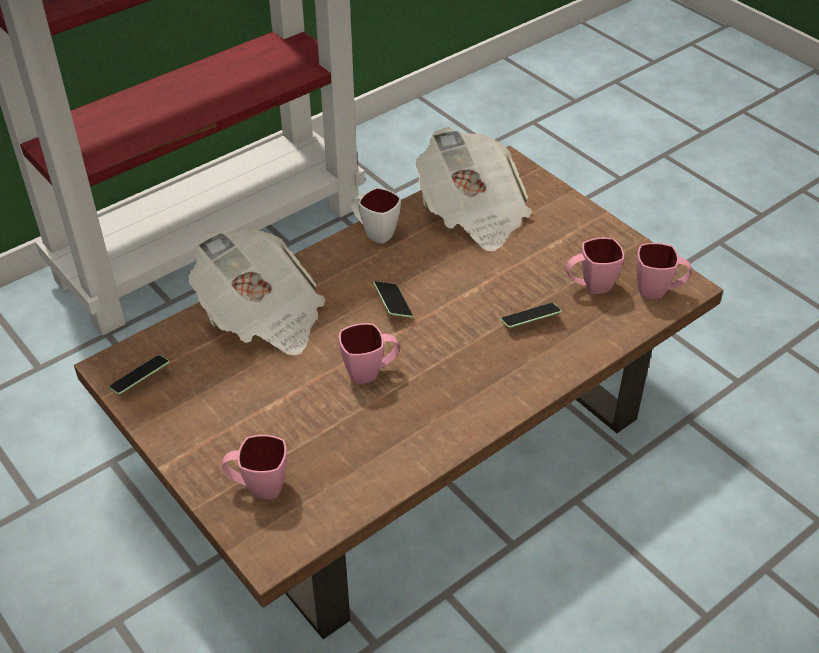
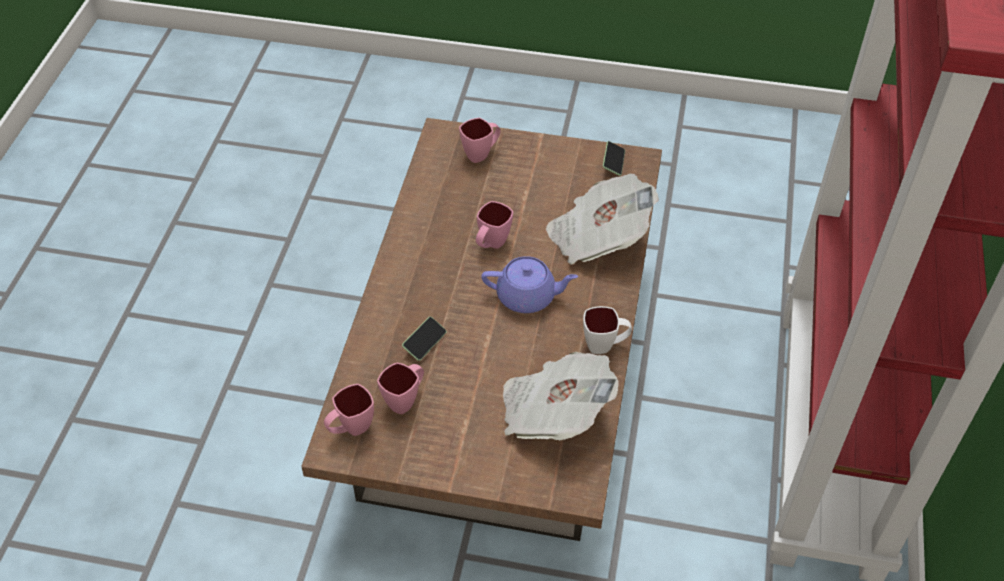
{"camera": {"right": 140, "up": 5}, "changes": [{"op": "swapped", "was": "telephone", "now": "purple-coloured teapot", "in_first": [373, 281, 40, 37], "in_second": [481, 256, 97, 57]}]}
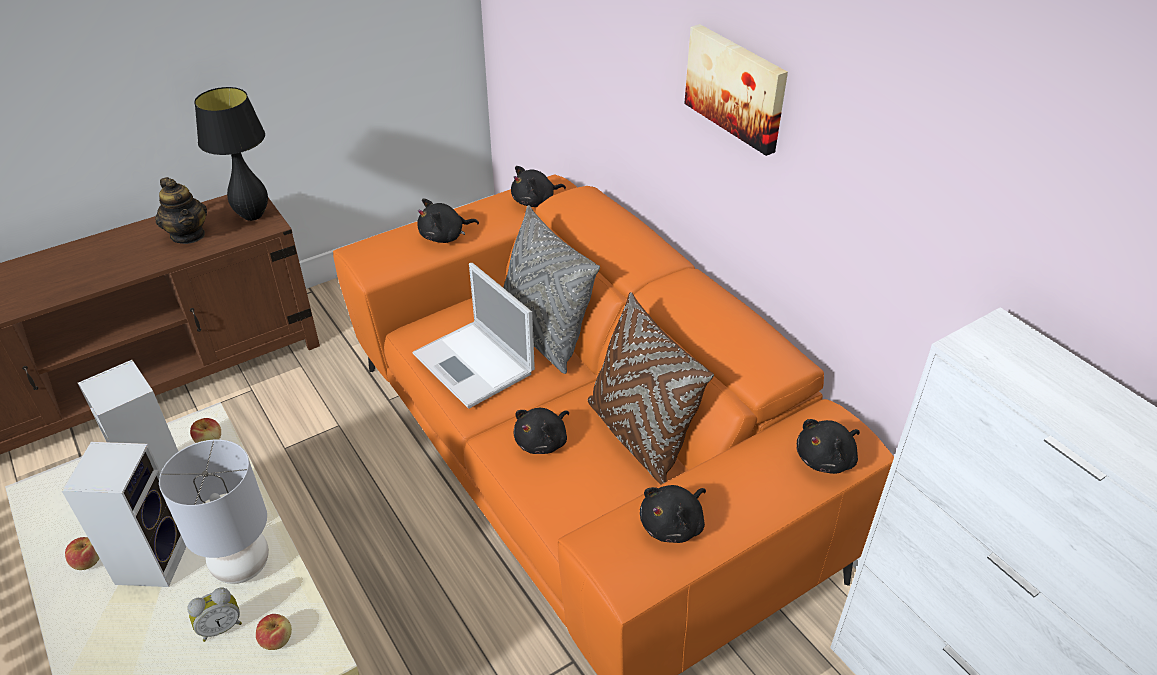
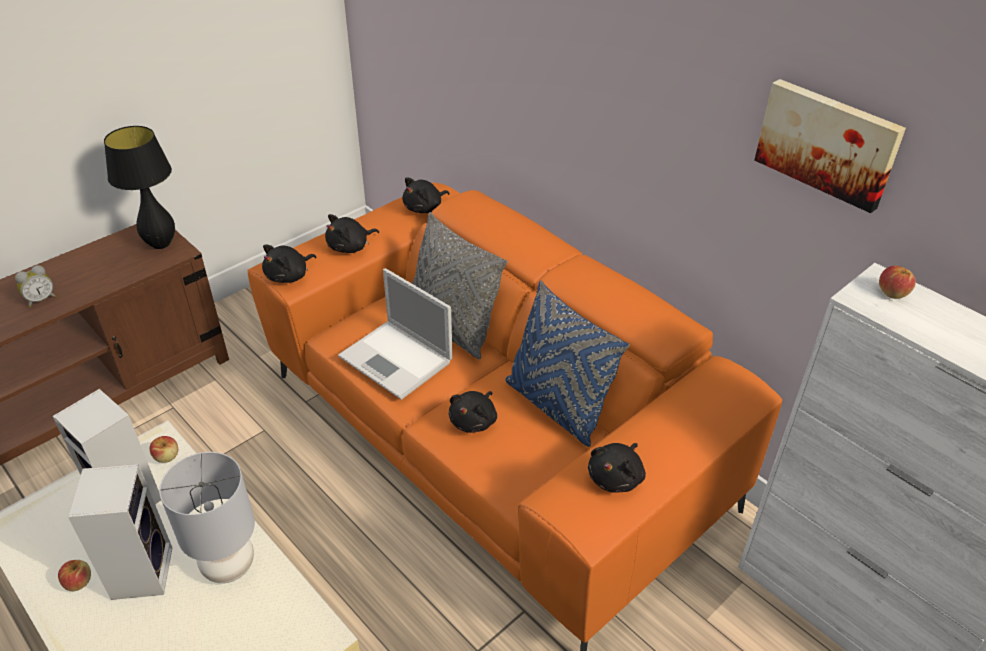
{"camera": {"right": -10, "up": 0}, "changes": [{"op": "shifted", "was": "table clock", "in_first": [187, 587, 55, 55], "in_second": [15, 265, 41, 42]}, {"op": "shifted", "was": "black cuddly toy", "in_first": [796, 419, 64, 55], "in_second": [262, 245, 54, 38]}, {"op": "repainted", "was": "brownish cushion", "now": "blue cushion", "in_first": [588, 292, 126, 192], "in_second": [505, 281, 125, 166]}, {"op": "shifted", "was": "picture", "in_first": [684, 24, 104, 132], "in_second": [754, 79, 152, 134]}, {"op": "shifted", "was": "whole apple", "in_first": [256, 614, 36, 36], "in_second": [879, 266, 37, 33]}, {"op": "gone", "was": "teapot", "in_first": [155, 177, 52, 67]}]}
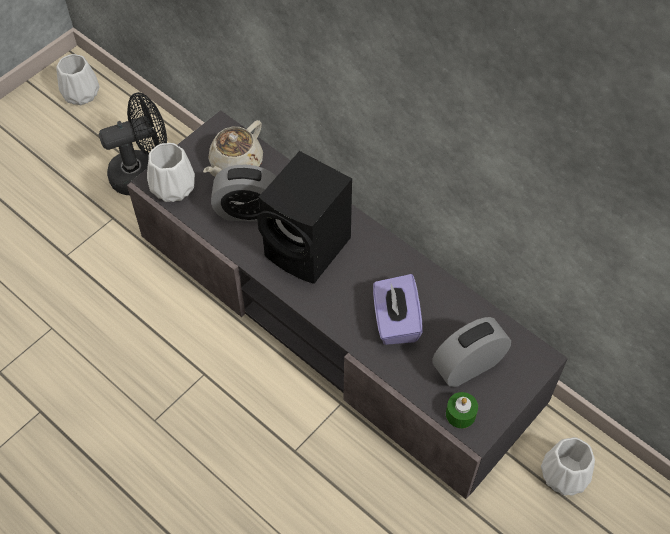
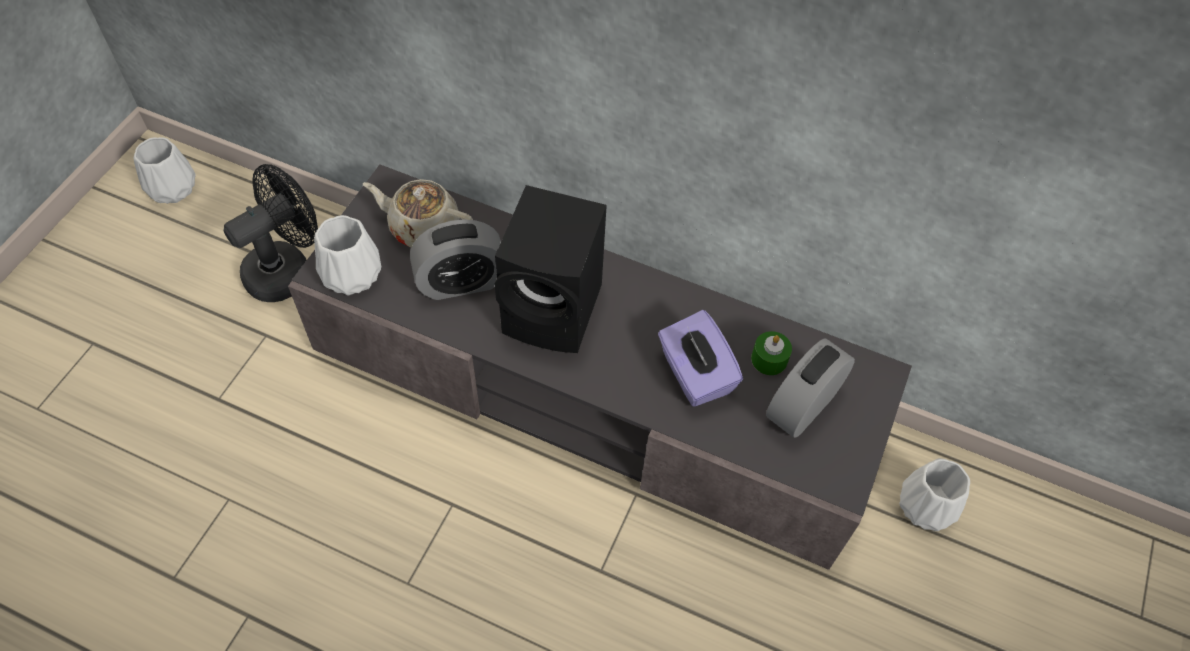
{"camera": {"right": -20, "up": 0}, "changes": [{"op": "rotated", "was": "beige-coloured teapot", "in_first": [203, 120, 60, 57], "in_second": [363, 179, 110, 68], "clockwise": 90}, {"op": "shifted", "was": "green wax light", "in_first": [446, 392, 32, 36], "in_second": [751, 331, 41, 44]}]}
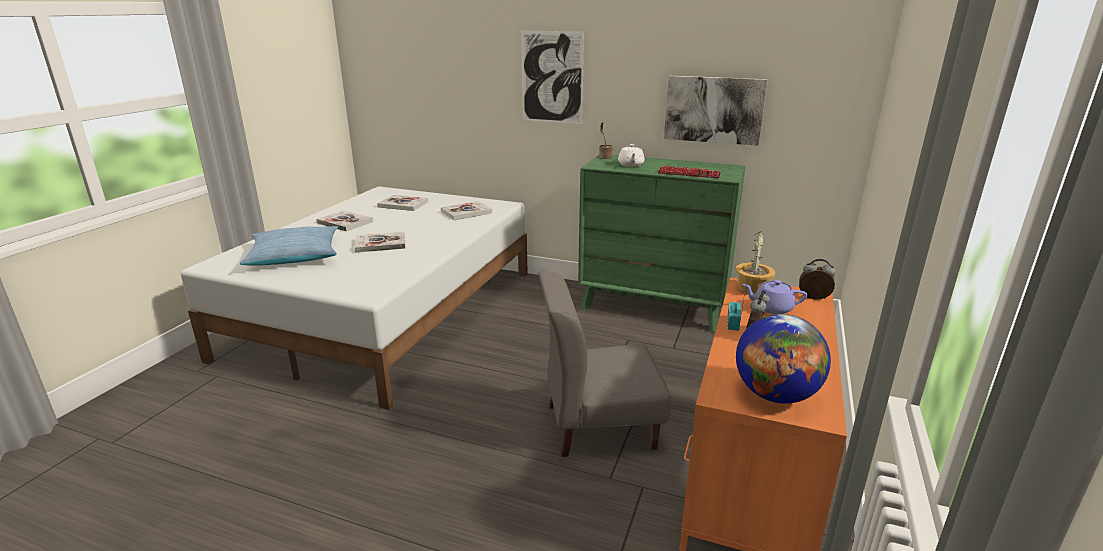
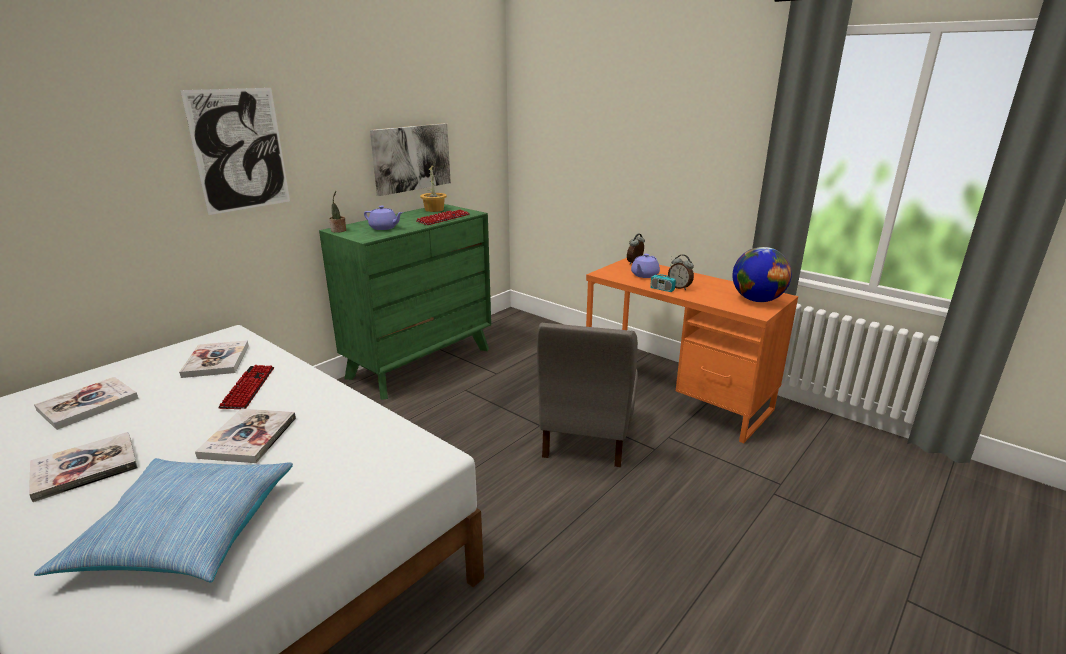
{"camera": {"right": -70, "up": 0}, "changes": [{"op": "new", "now": "computer keyboard", "in_second": [218, 365, 56, 44]}, {"op": "repainted", "was": "white-coloured teapot", "now": "purple-coloured teapot", "in_first": [618, 144, 26, 23], "in_second": [364, 206, 39, 24]}, {"op": "shifted", "was": "plant in a pot", "in_first": [736, 231, 39, 63], "in_second": [420, 165, 27, 47]}]}
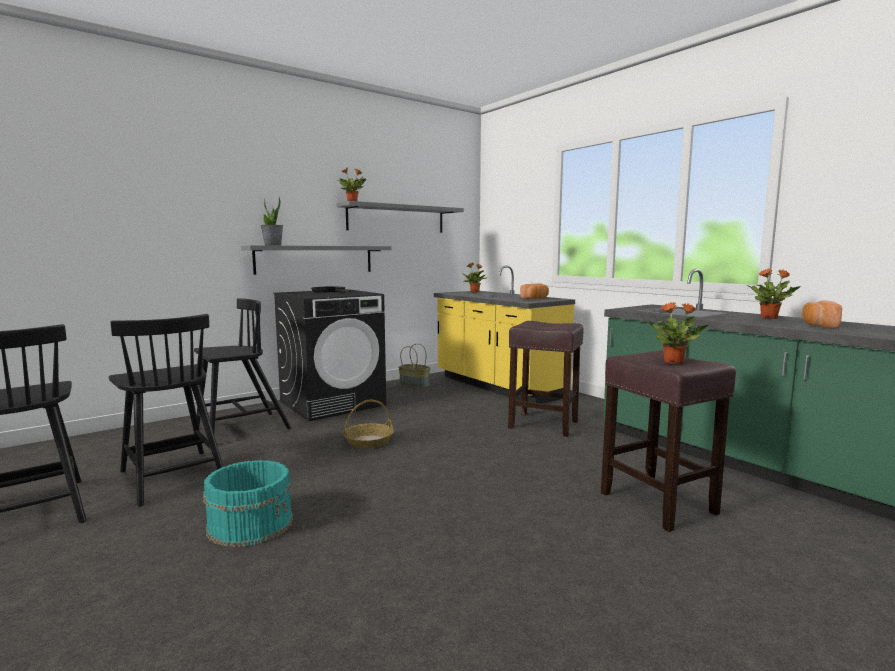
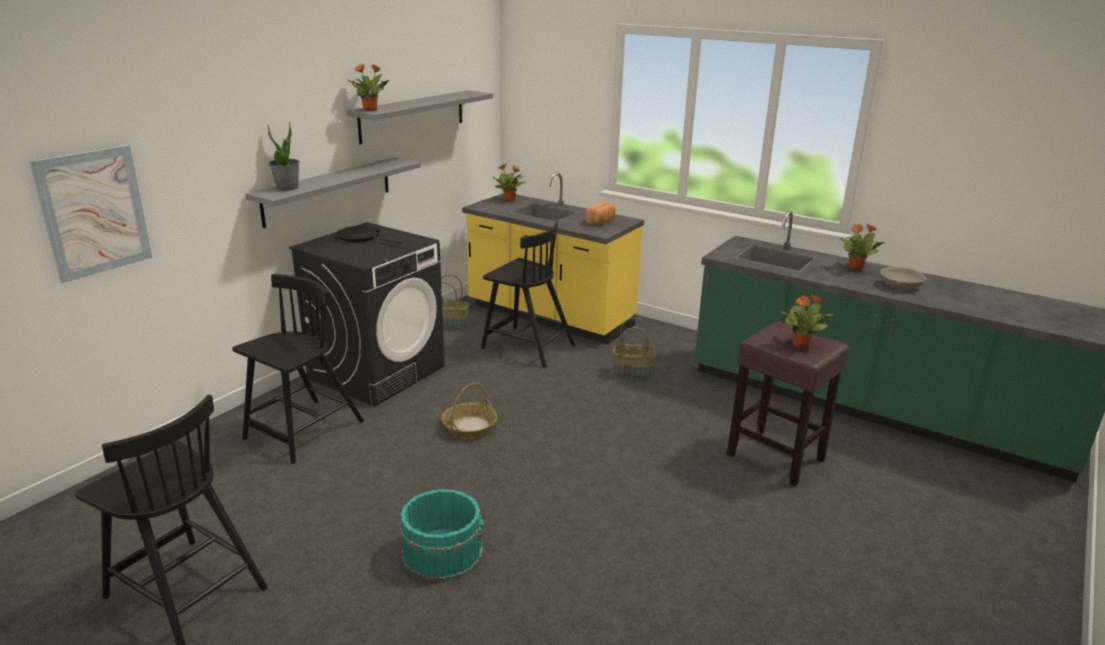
{"camera": {"right": -20, "up": 15}, "changes": [{"op": "new", "now": "picture", "in_second": [29, 145, 123, 138]}, {"op": "shifted", "was": "black plain chair", "in_first": [109, 314, 114, 193], "in_second": [481, 221, 94, 147]}, {"op": "swapped", "was": "brownish stool seat", "now": "household basket", "in_first": [508, 321, 76, 116], "in_second": [612, 318, 45, 61]}, {"op": "swapped", "was": "bakery bread", "now": "grey deep dish", "in_first": [802, 301, 40, 28], "in_second": [880, 267, 46, 22]}]}
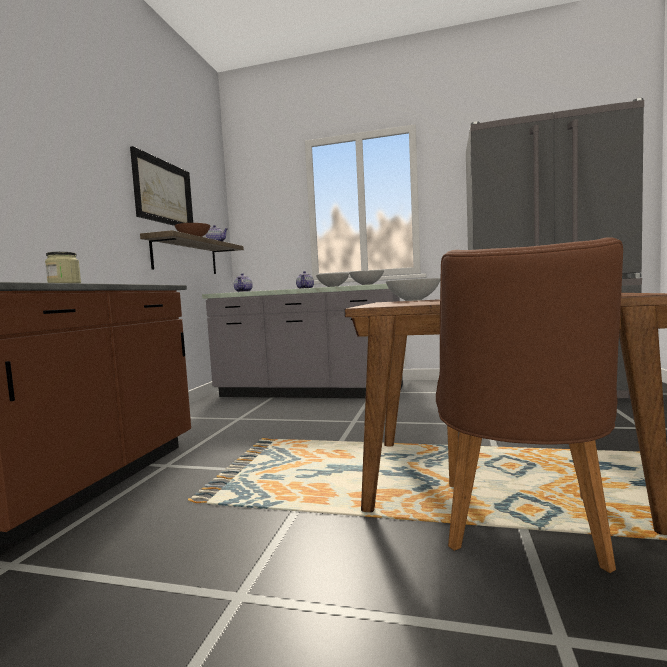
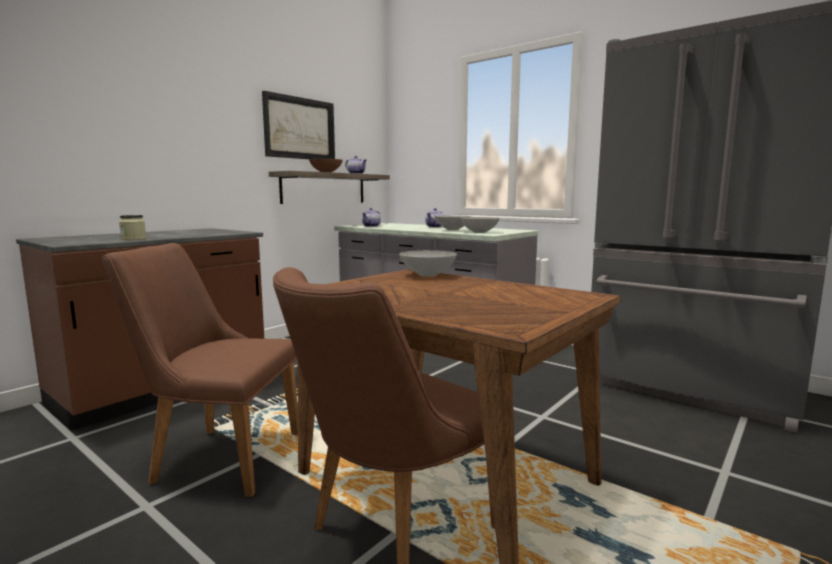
{"camera": {"right": 25, "up": 5}, "changes": [{"op": "new", "now": "brownish plain chair", "in_second": [102, 243, 196, 254]}]}
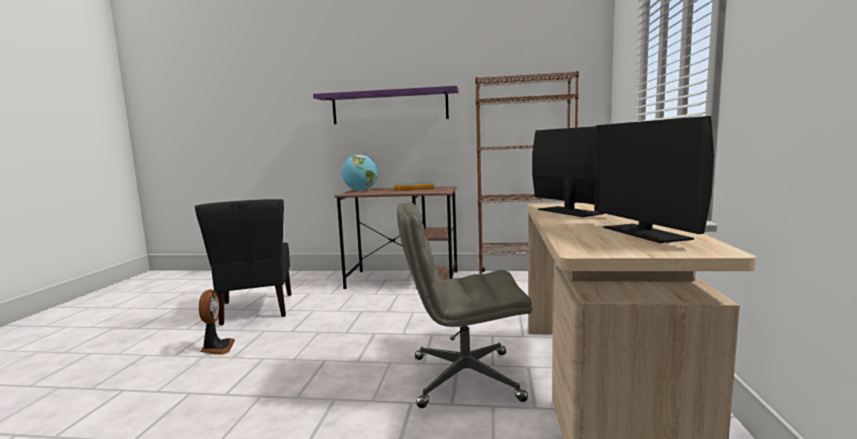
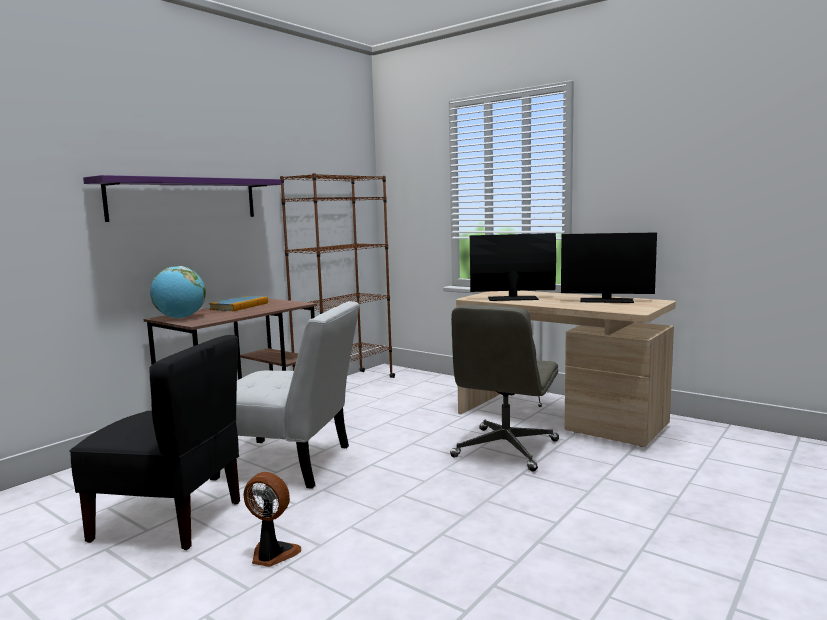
{"camera": {"right": -60, "up": 0}, "changes": [{"op": "new", "now": "white-coloured plain chair", "in_second": [210, 301, 150, 188]}]}
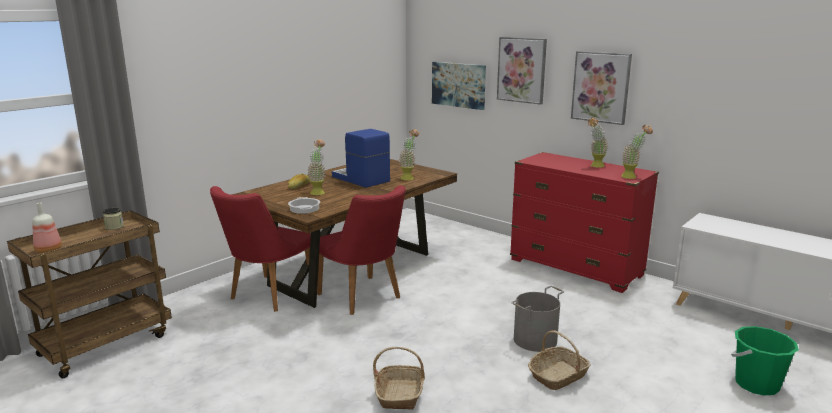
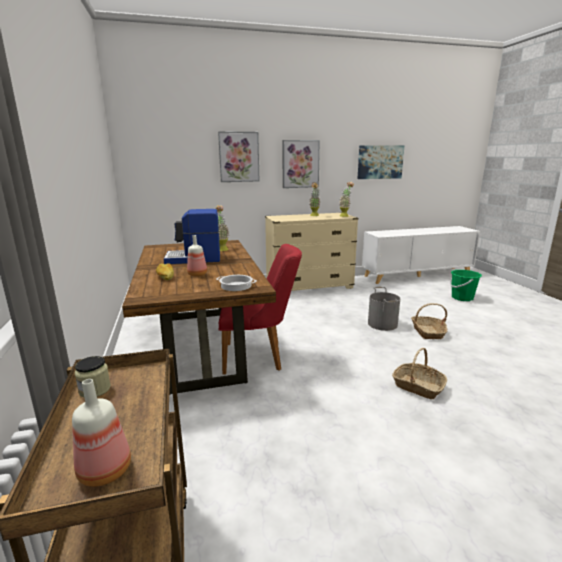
{"camera": {"right": -55, "up": 0}, "changes": [{"op": "swapped", "was": "plant in a pot", "now": "drink bottle", "in_first": [307, 139, 19, 56], "in_second": [187, 235, 20, 42]}, {"op": "repainted", "was": "red-coloured chest of drawers", "now": "beige-coloured chest of drawers", "in_first": [510, 152, 149, 141], "in_second": [265, 212, 93, 79]}, {"op": "shifted", "was": "picture", "in_first": [432, 62, 54, 48], "in_second": [358, 145, 47, 34]}, {"op": "gone", "was": "red-coloured plain chair", "in_first": [210, 186, 101, 126]}]}
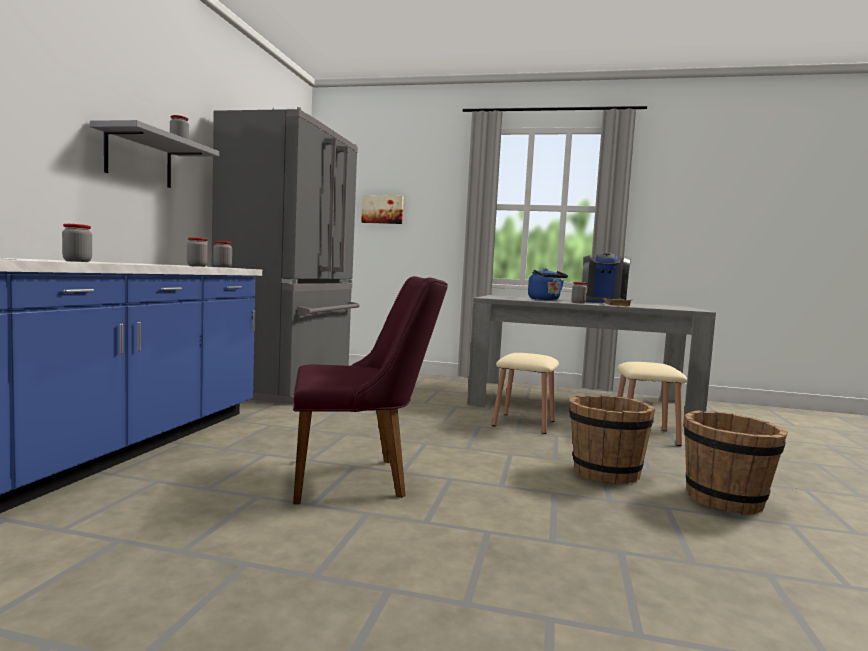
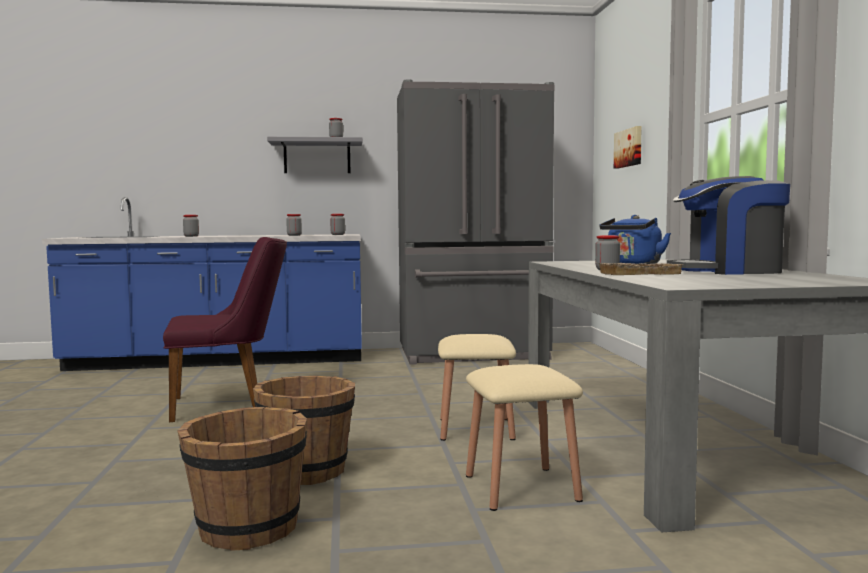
{"camera": {"right": 70, "up": 0}, "changes": [{"op": "rotated", "was": "purple-coloured plain chair", "in_first": [293, 276, 155, 228], "in_second": [163, 237, 124, 185], "clockwise": -75}]}
